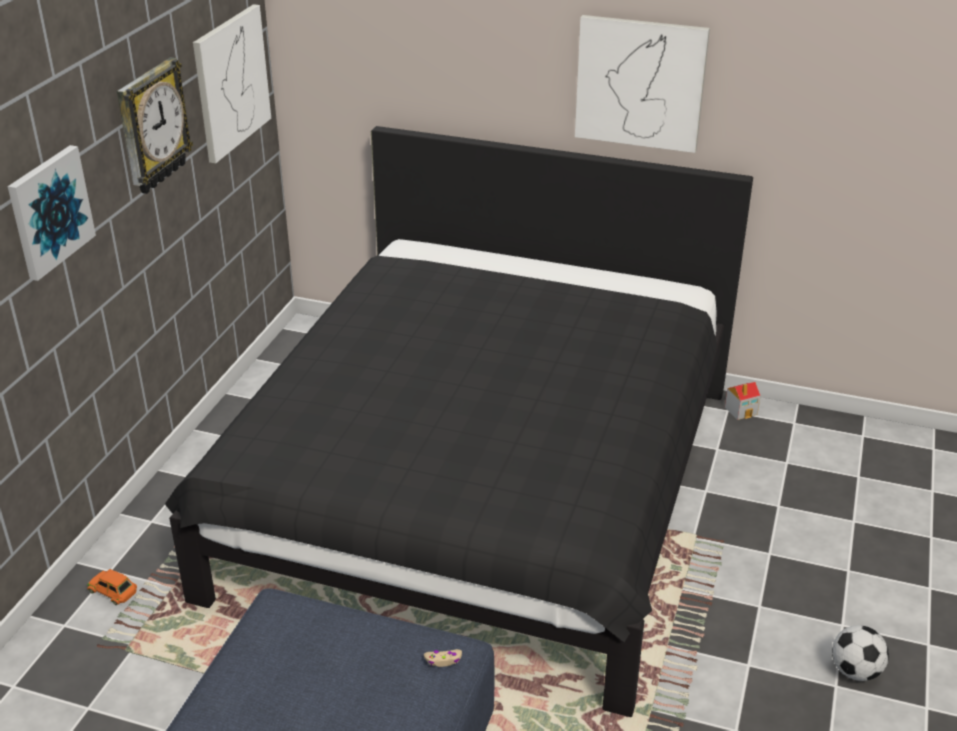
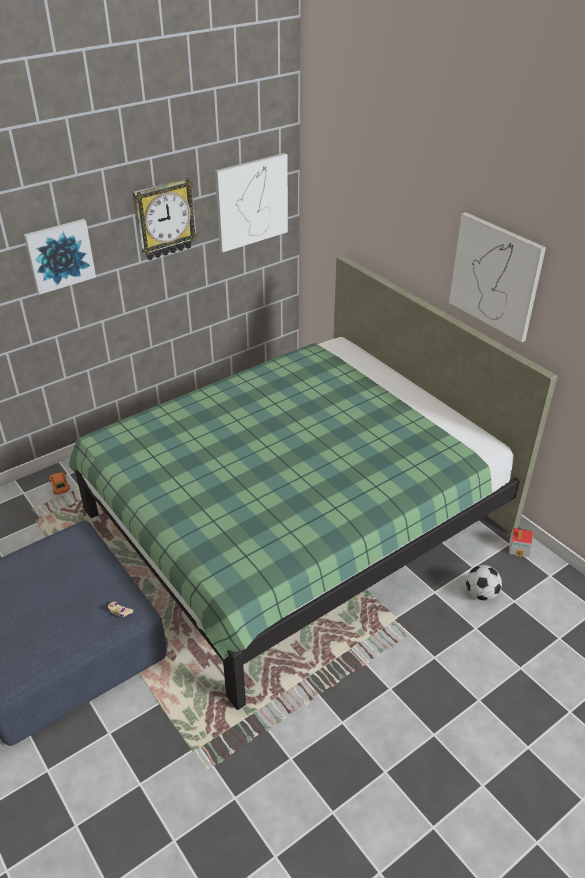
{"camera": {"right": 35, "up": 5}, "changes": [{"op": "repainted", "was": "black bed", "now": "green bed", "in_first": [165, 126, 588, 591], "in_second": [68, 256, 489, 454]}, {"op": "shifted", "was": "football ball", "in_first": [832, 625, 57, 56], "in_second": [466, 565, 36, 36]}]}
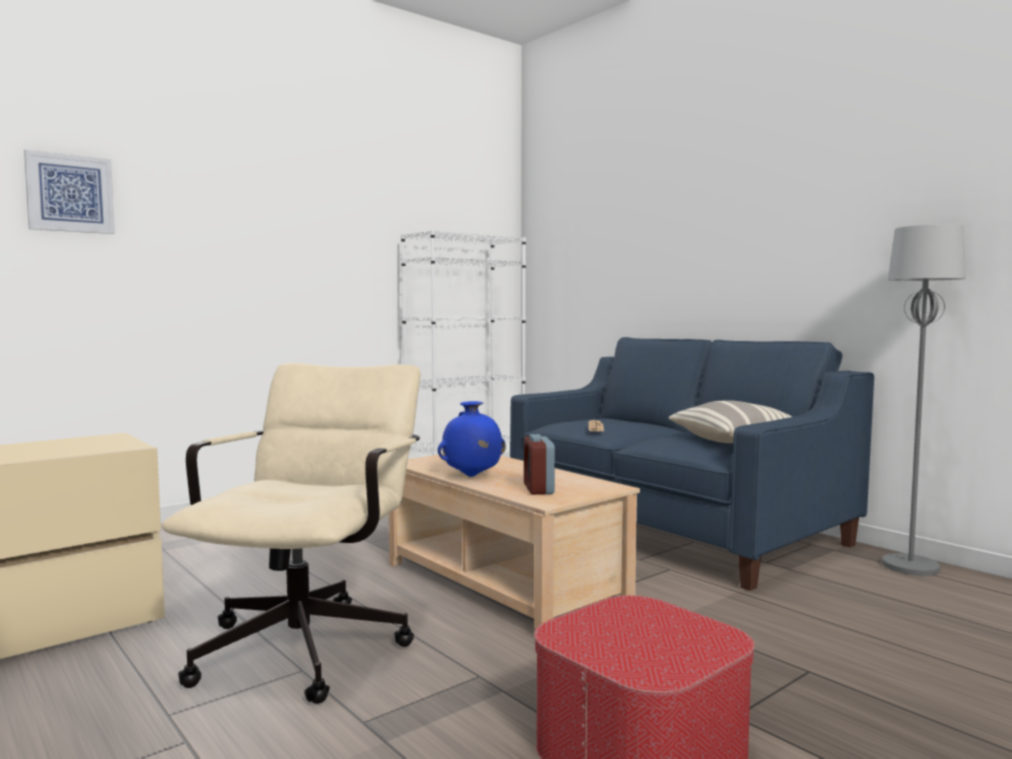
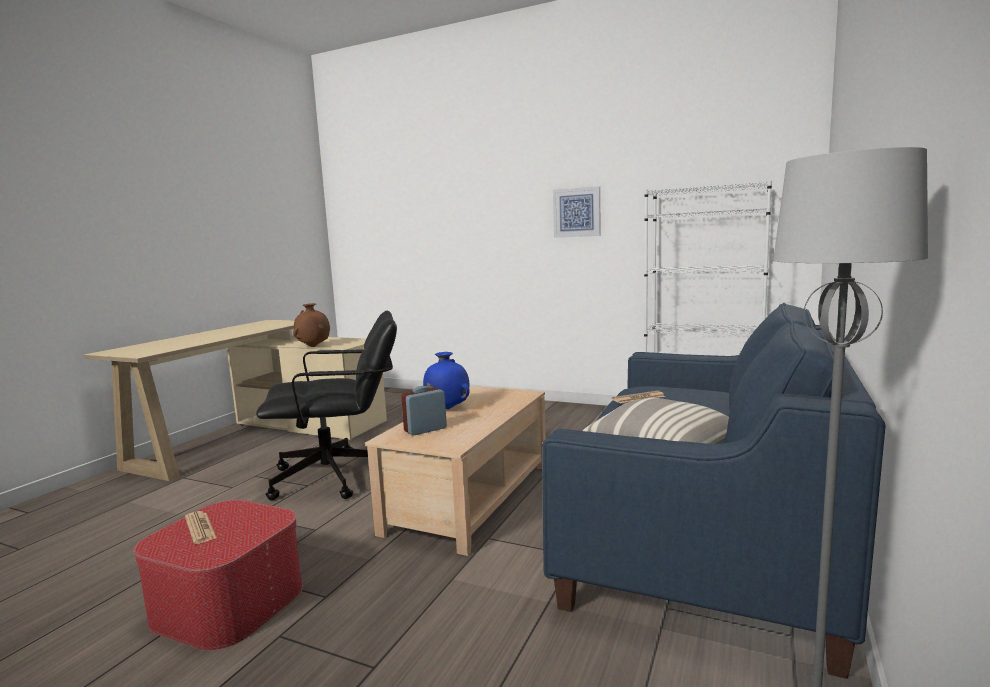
{"camera": {"right": 65, "up": 5}, "changes": [{"op": "new", "now": "daily paper", "in_second": [185, 511, 32, 33]}, {"op": "repainted", "was": "beige-coloured computer chair", "now": "black computer chair", "in_first": [161, 363, 259, 341], "in_second": [256, 311, 141, 189]}, {"op": "new", "now": "brownish flower vase", "in_second": [293, 303, 37, 44]}, {"op": "shifted", "was": "picture", "in_first": [24, 150, 91, 84], "in_second": [553, 186, 48, 52]}]}
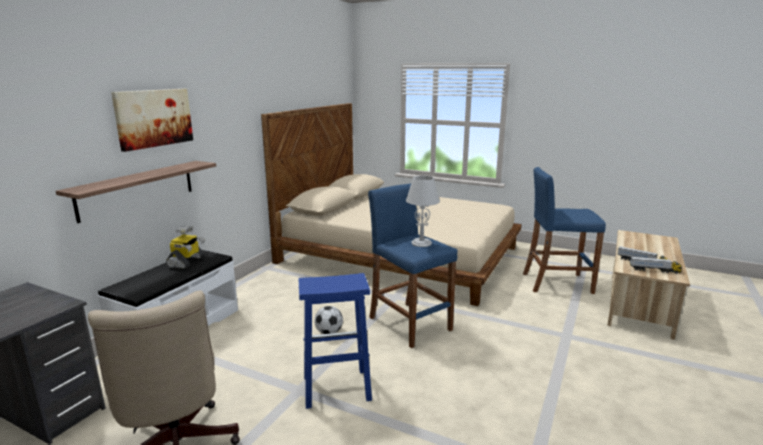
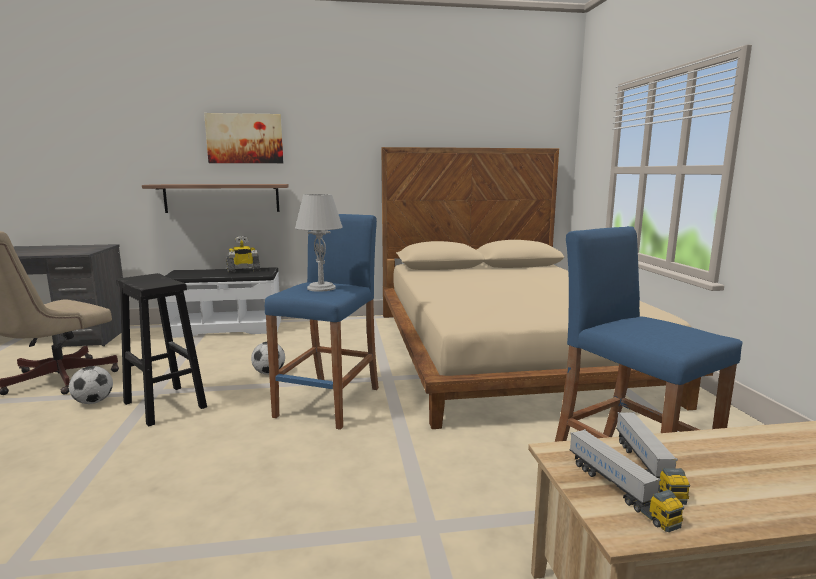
{"camera": {"right": 55, "up": -5}, "changes": [{"op": "new", "now": "football ball", "in_second": [69, 366, 44, 38]}, {"op": "repainted", "was": "blue stool seat", "now": "black stool seat", "in_first": [299, 273, 73, 136], "in_second": [116, 273, 91, 154]}]}
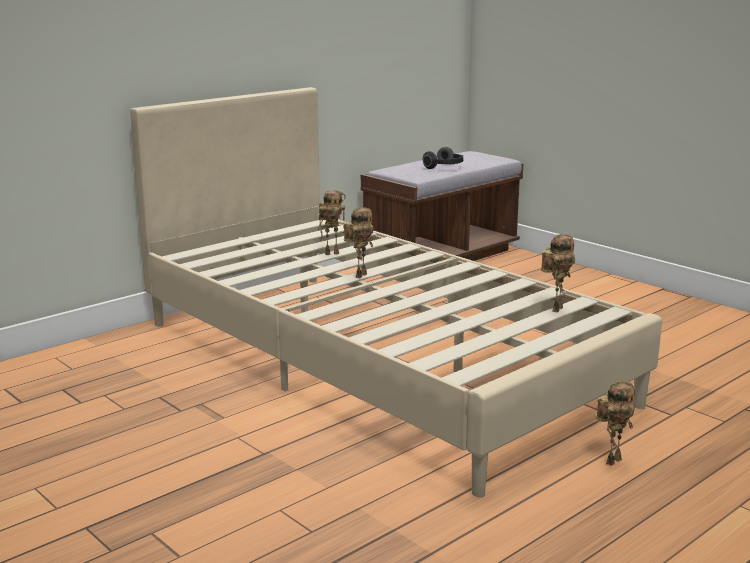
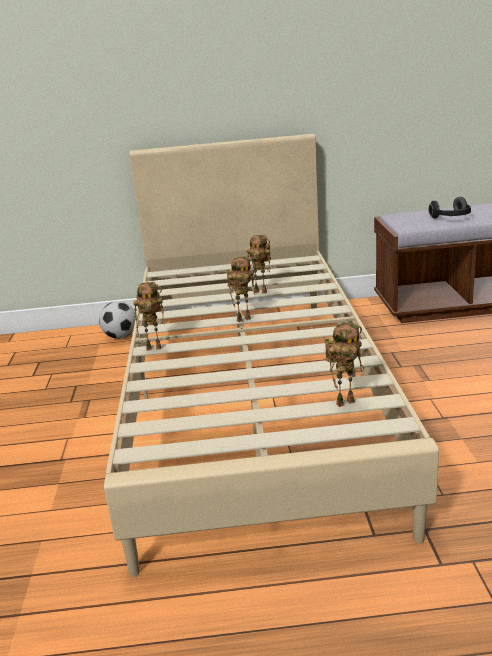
{"camera": {"right": 40, "up": 5}, "changes": [{"op": "new", "now": "football ball", "in_second": [99, 301, 37, 38]}, {"op": "shifted", "was": "robot figure", "in_first": [596, 381, 39, 85], "in_second": [133, 282, 32, 69]}]}
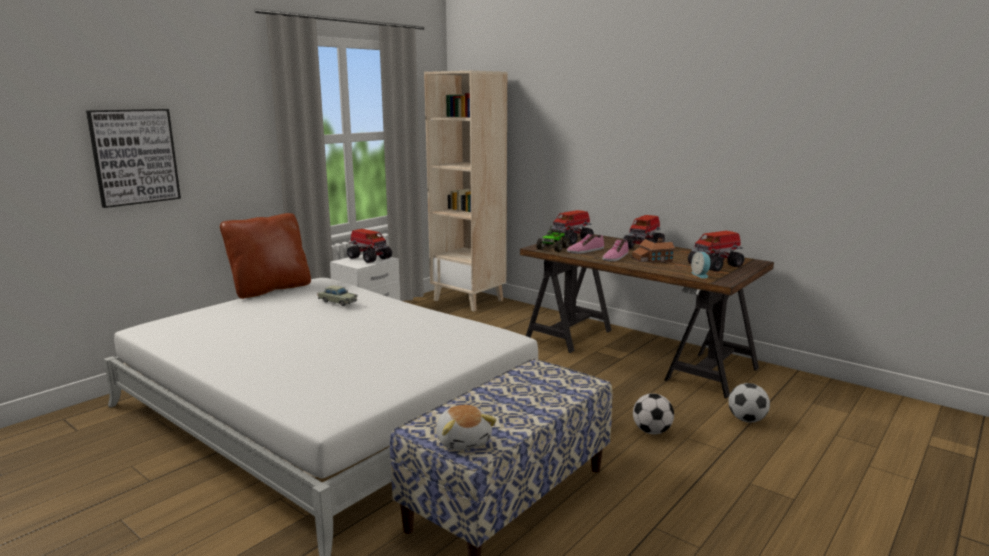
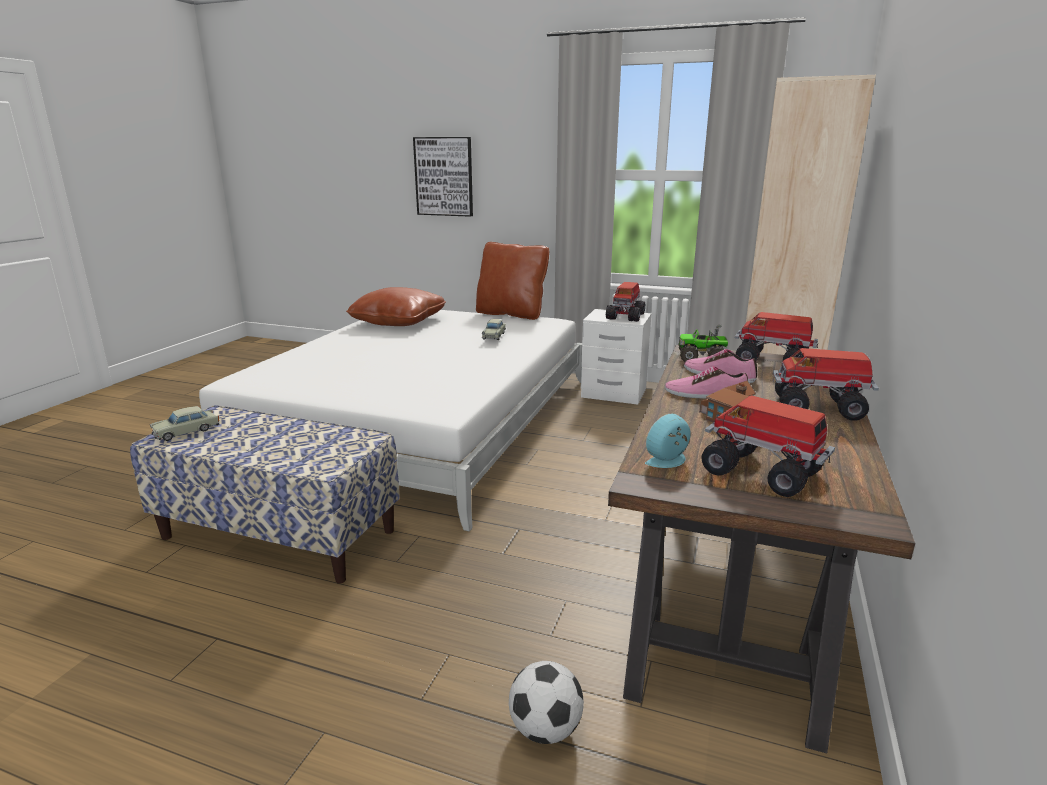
{"camera": {"right": 70, "up": 5}, "changes": [{"op": "swapped", "was": "cuddly toy", "now": "beige-coloured model car", "in_first": [436, 405, 61, 45], "in_second": [150, 406, 69, 35]}, {"op": "new", "now": "brownish cushion", "in_second": [346, 287, 100, 39]}, {"op": "gone", "was": "football ball", "in_first": [633, 393, 41, 41]}]}
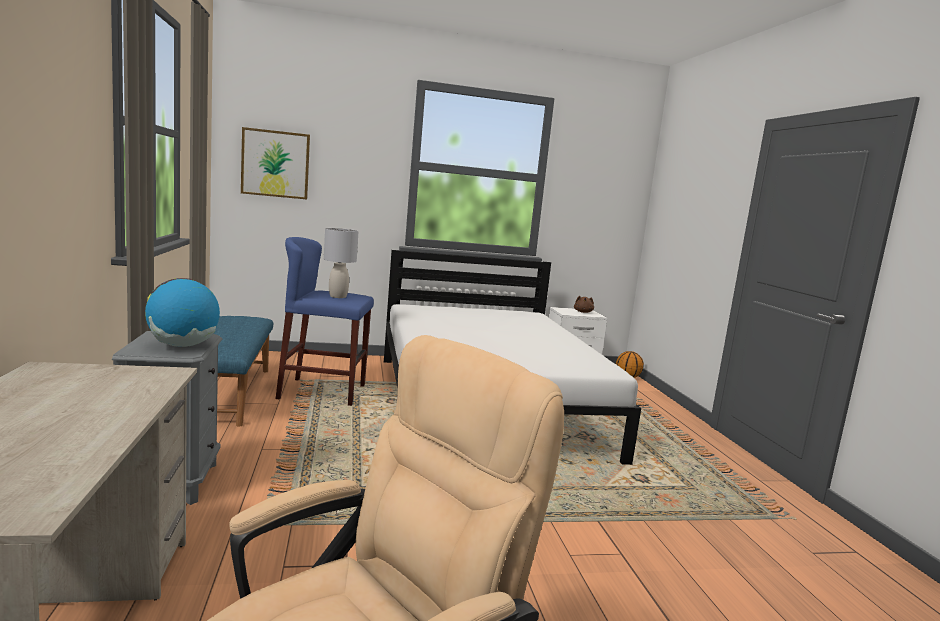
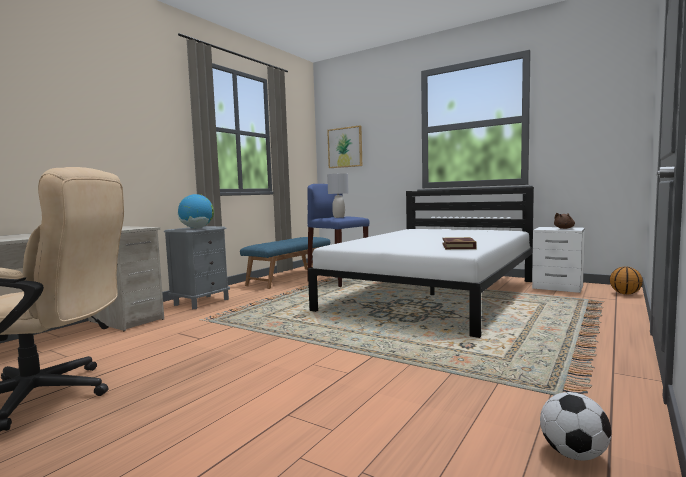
{"camera": {"right": 45, "up": -5}, "changes": [{"op": "new", "now": "volume", "in_second": [442, 237, 34, 12]}, {"op": "new", "now": "football ball", "in_second": [540, 392, 71, 68]}]}
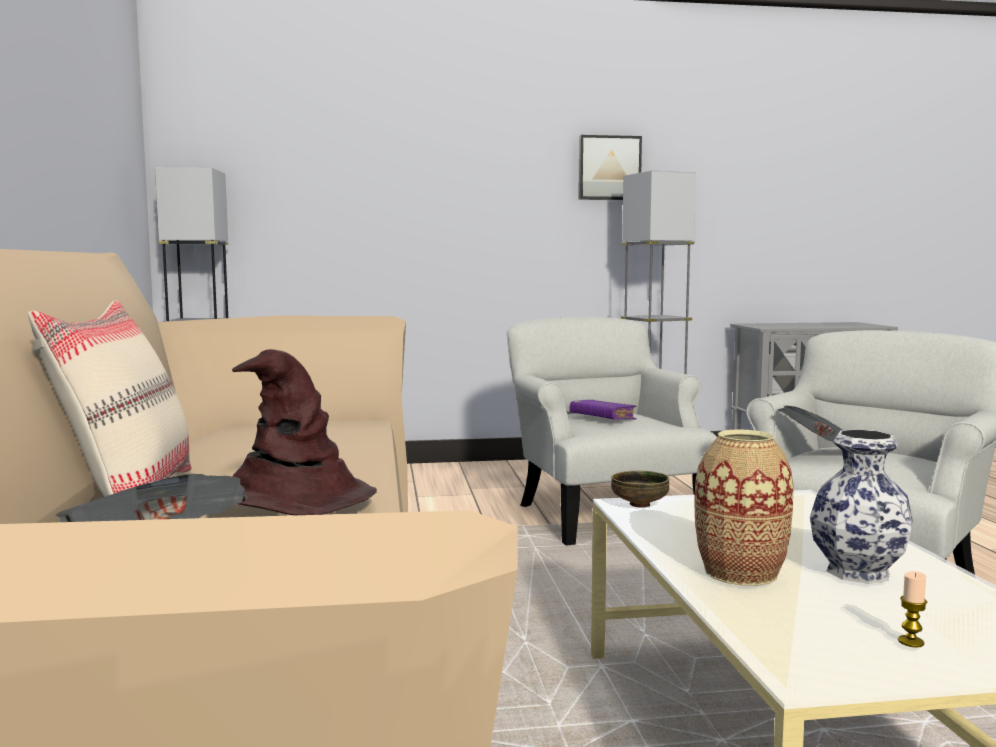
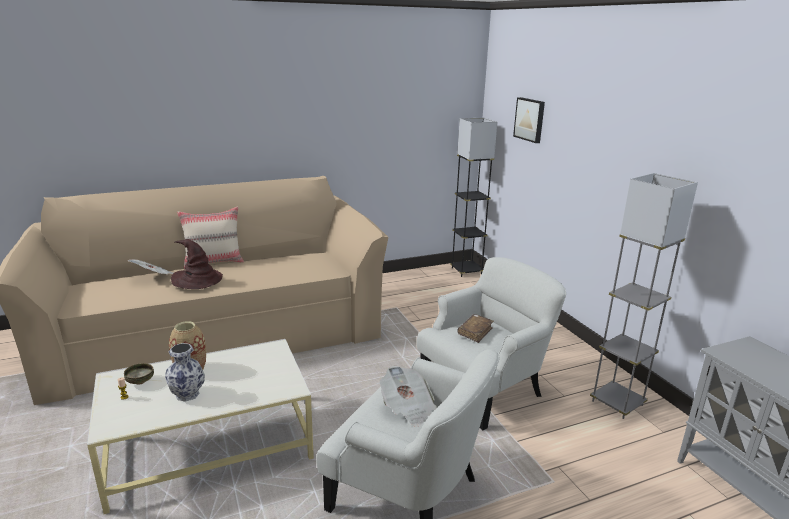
{"camera": {"right": 75, "up": 15}, "changes": [{"op": "shifted", "was": "deep dish", "in_first": [611, 470, 58, 38], "in_second": [124, 363, 30, 22]}, {"op": "repainted", "was": "purple-coloured volume", "now": "brownish volume", "in_first": [569, 400, 68, 20], "in_second": [457, 314, 37, 29]}, {"op": "shifted", "was": "picture", "in_first": [578, 135, 64, 65], "in_second": [513, 97, 32, 46]}]}
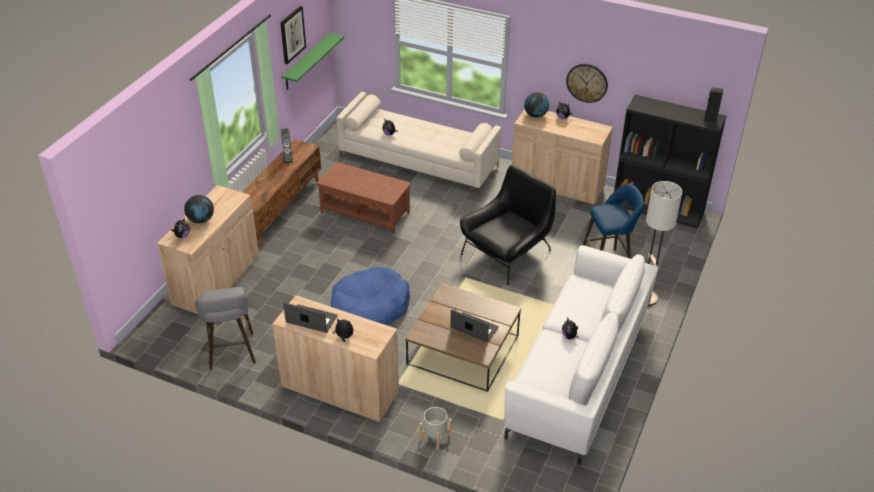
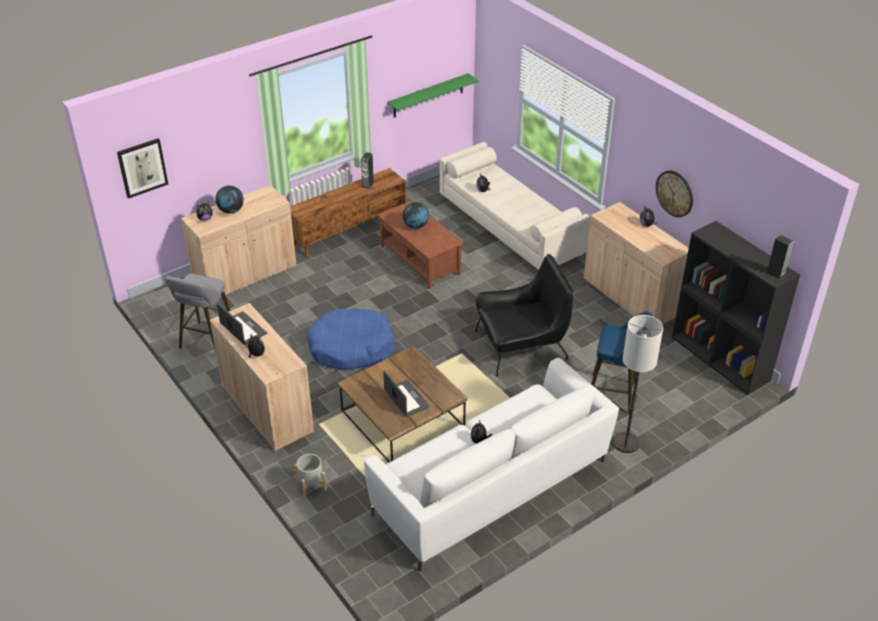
{"camera": {"right": 30, "up": 0}, "changes": [{"op": "shifted", "was": "picture", "in_first": [280, 6, 26, 58], "in_second": [117, 138, 51, 61]}, {"op": "shifted", "was": "desk globe", "in_first": [524, 92, 25, 26], "in_second": [403, 202, 26, 27]}]}
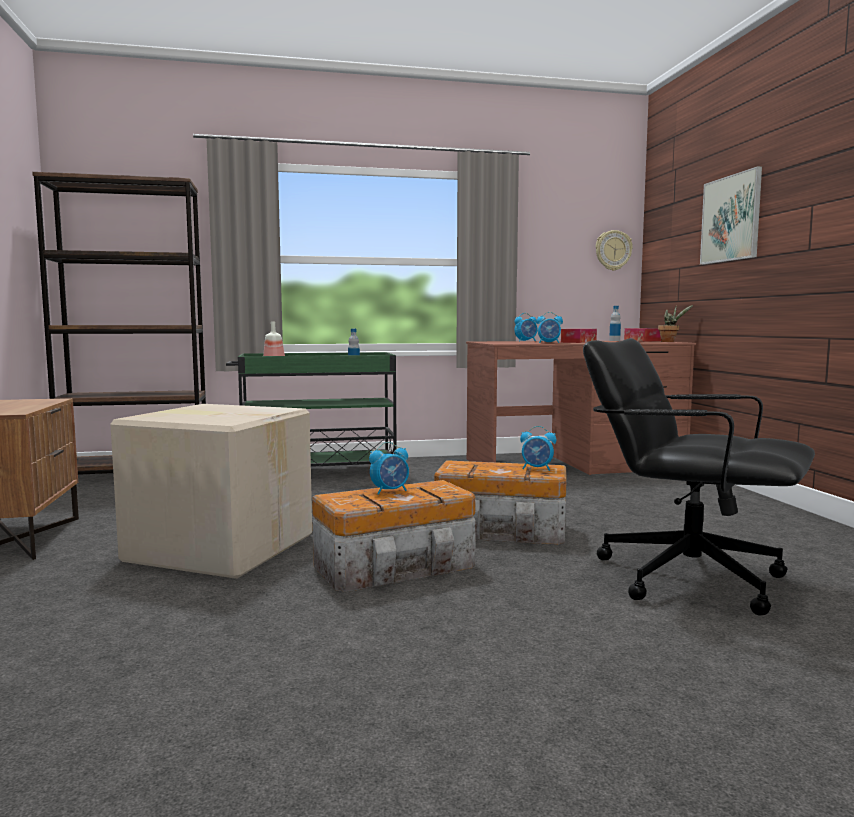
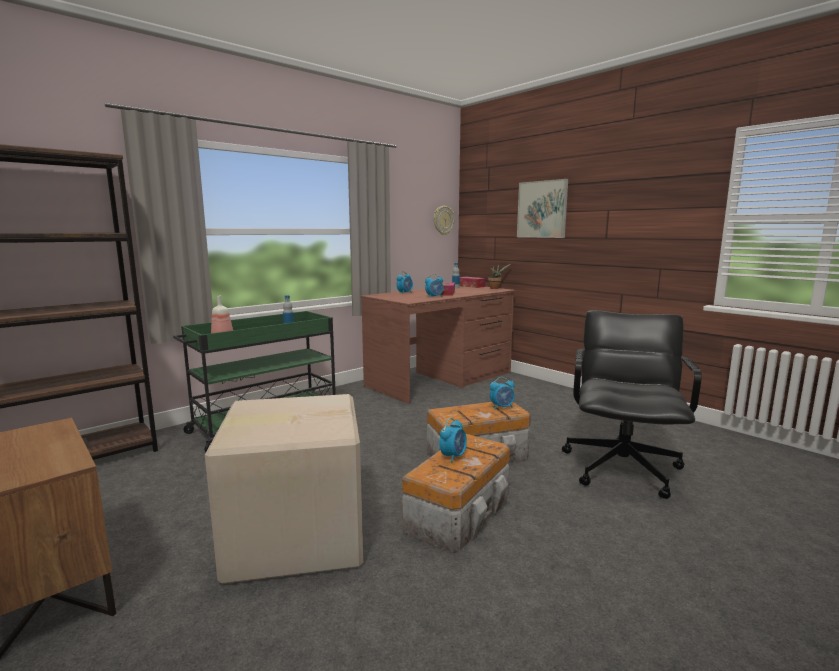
{"camera": {"right": -30, "up": 5}, "changes": [{"op": "rotated", "was": "black computer chair", "in_first": [583, 338, 232, 277], "in_second": [562, 310, 140, 189], "clockwise": 105}]}
